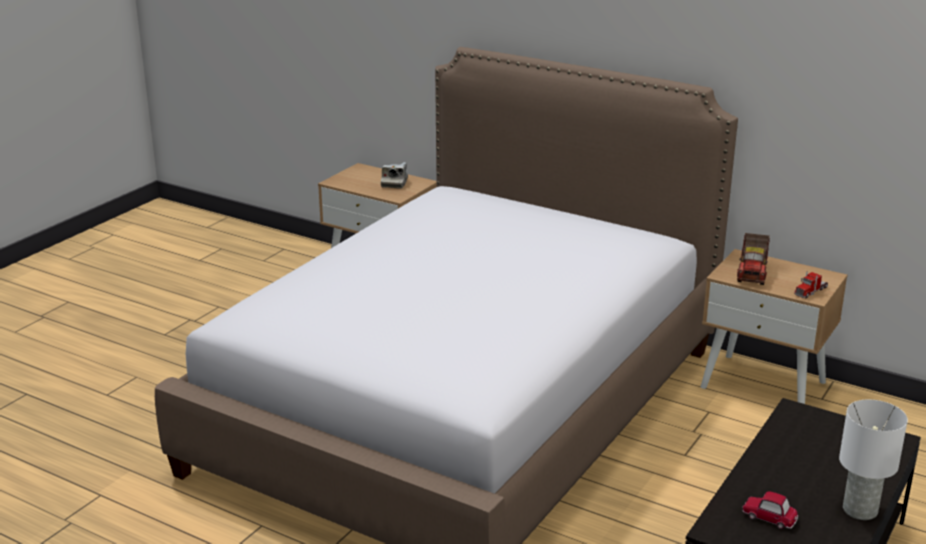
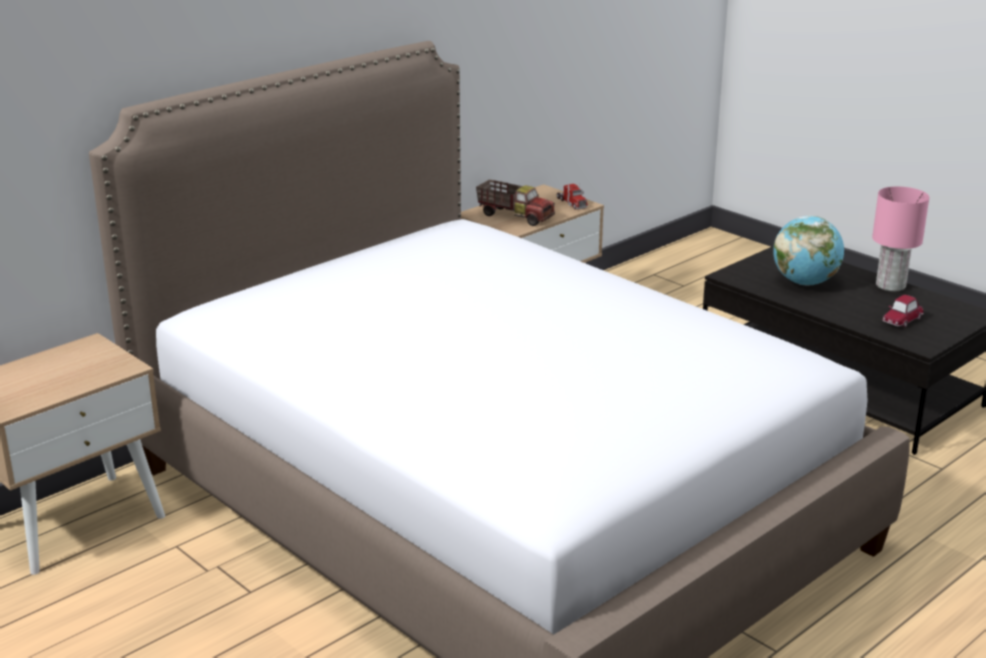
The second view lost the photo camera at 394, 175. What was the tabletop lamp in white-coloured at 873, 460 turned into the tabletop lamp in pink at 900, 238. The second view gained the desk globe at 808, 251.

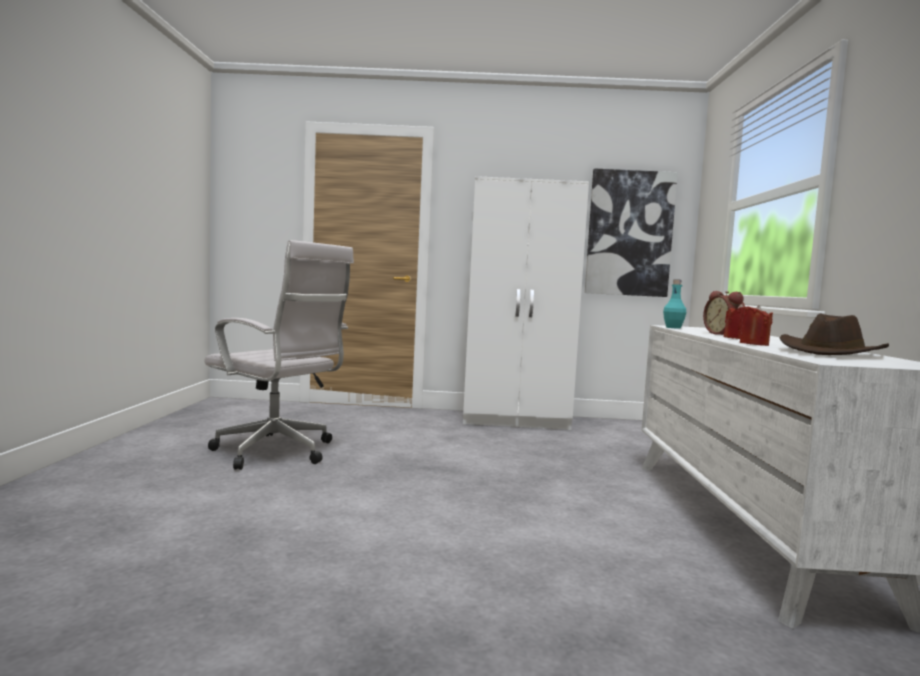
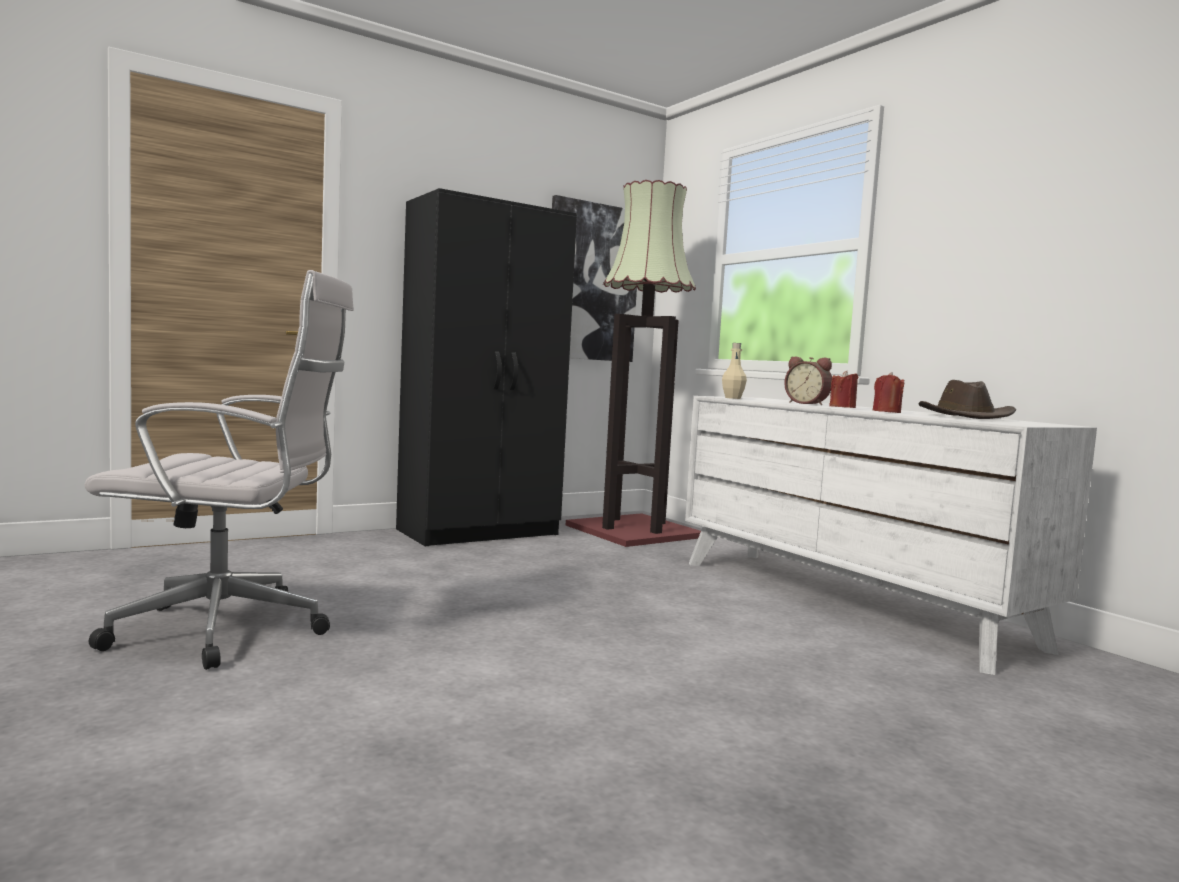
What was the wardrobe in white-coloured at 526, 303 turned into the wardrobe in black-coloured at 486, 367. What was the beverage bottle in turquoise at 674, 304 turned into the beverage bottle in beige at 734, 371. The second view gained the standard lamp at 633, 363.

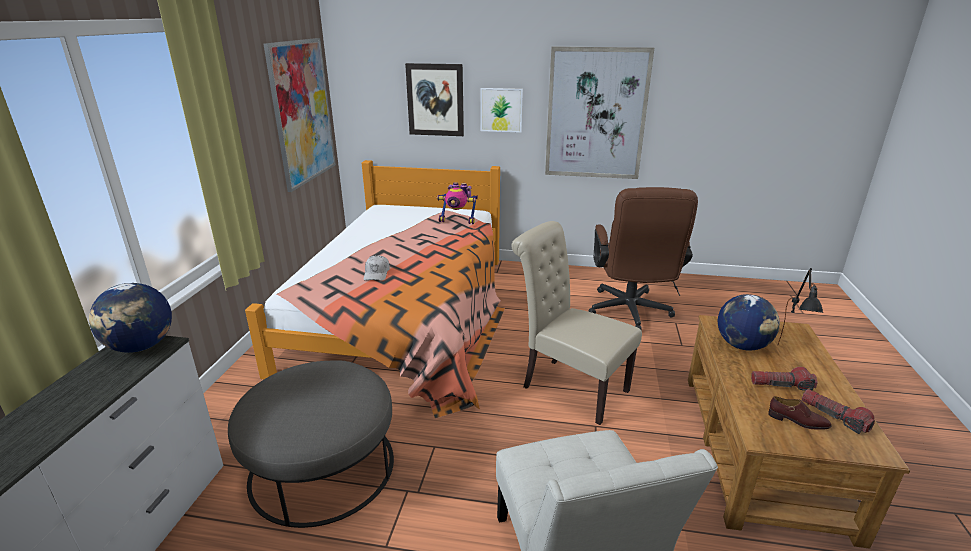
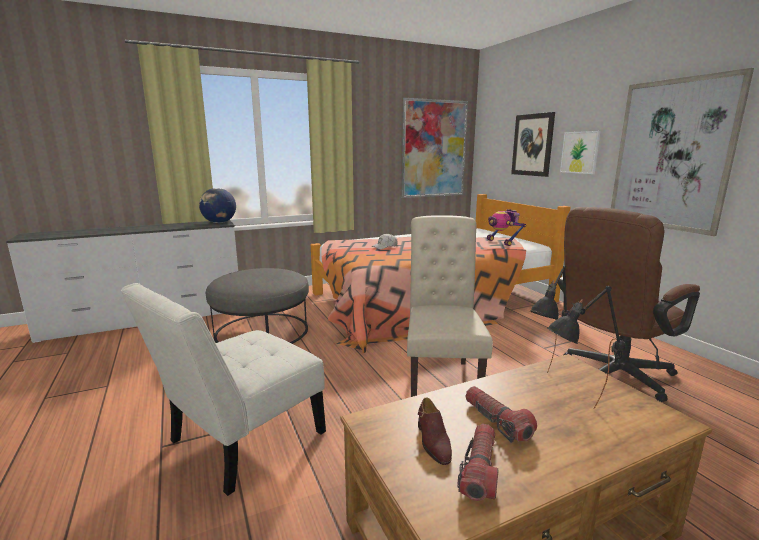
Where the desk globe stood at 749, 322, the tabletop lamp in black-coloured came to stand at 549, 319.

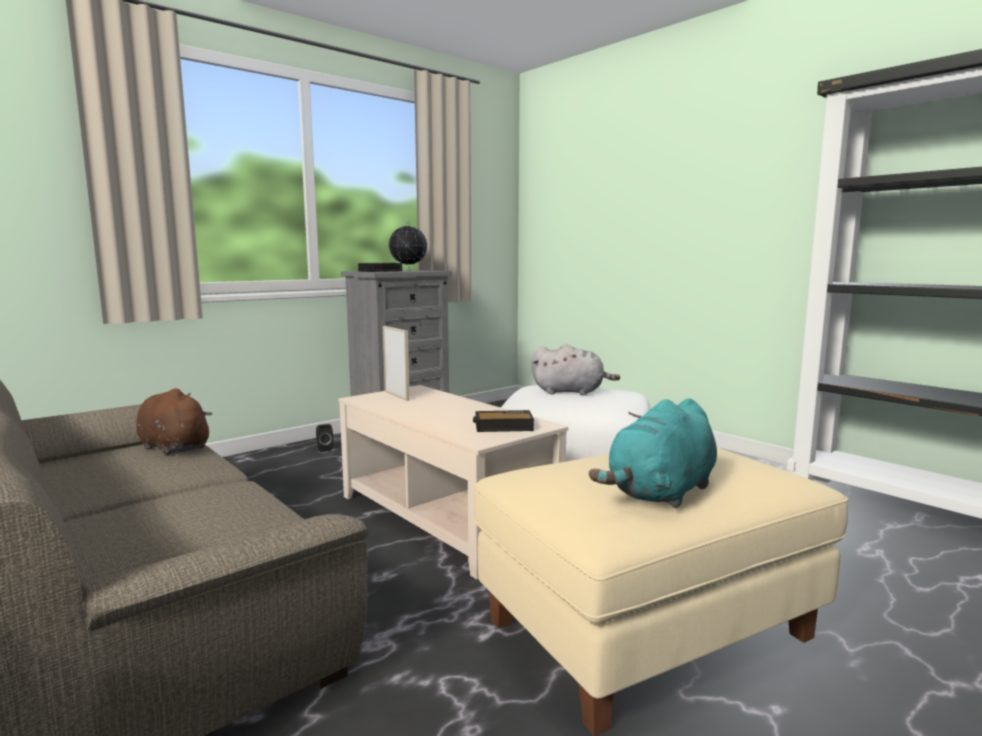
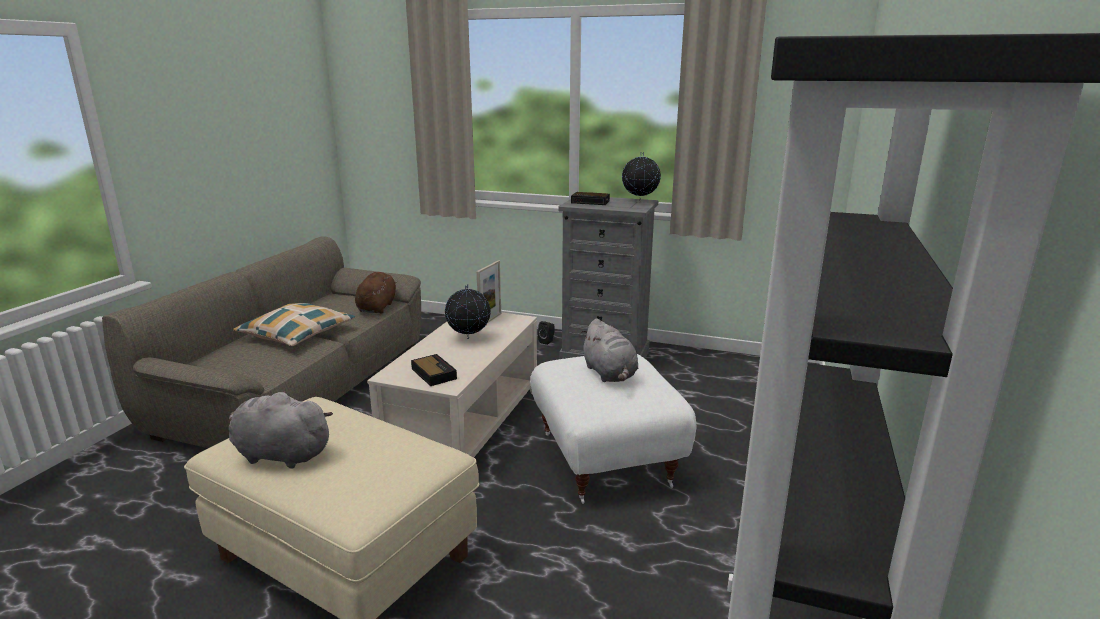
What was the soft toy in turquoise at 653, 453 turned into the soft toy in gray at 281, 429. The second view gained the cushion at 294, 324. The second view gained the desk globe at 468, 311.

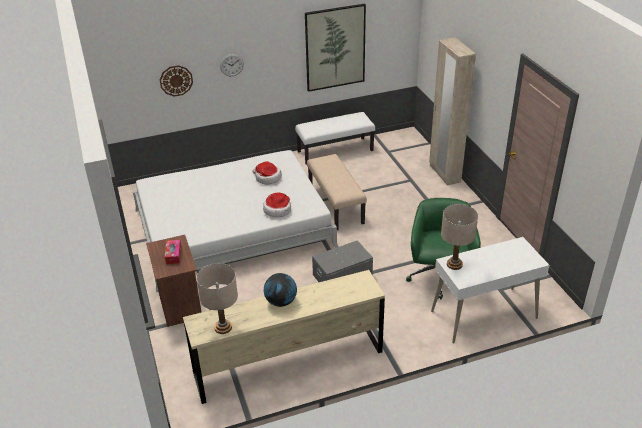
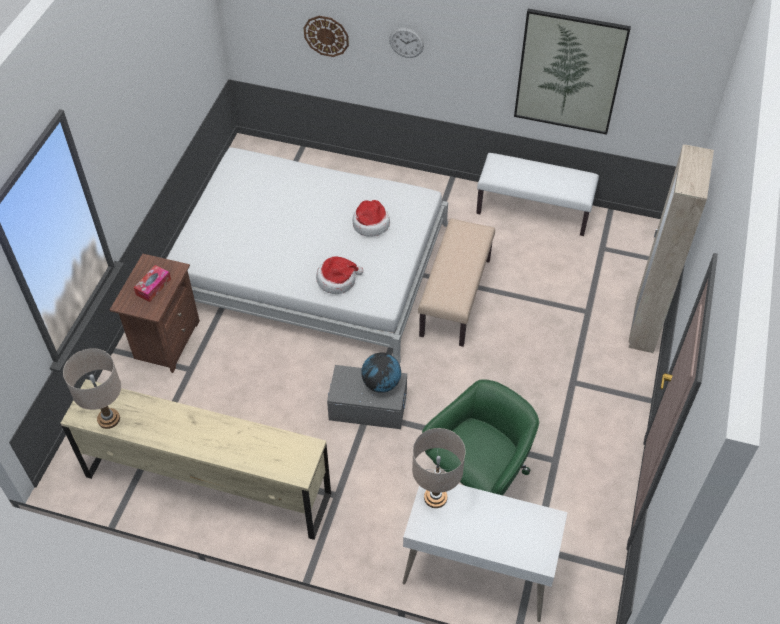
The desk globe ended up elsewhere, having gone from 280, 290 to 381, 373.

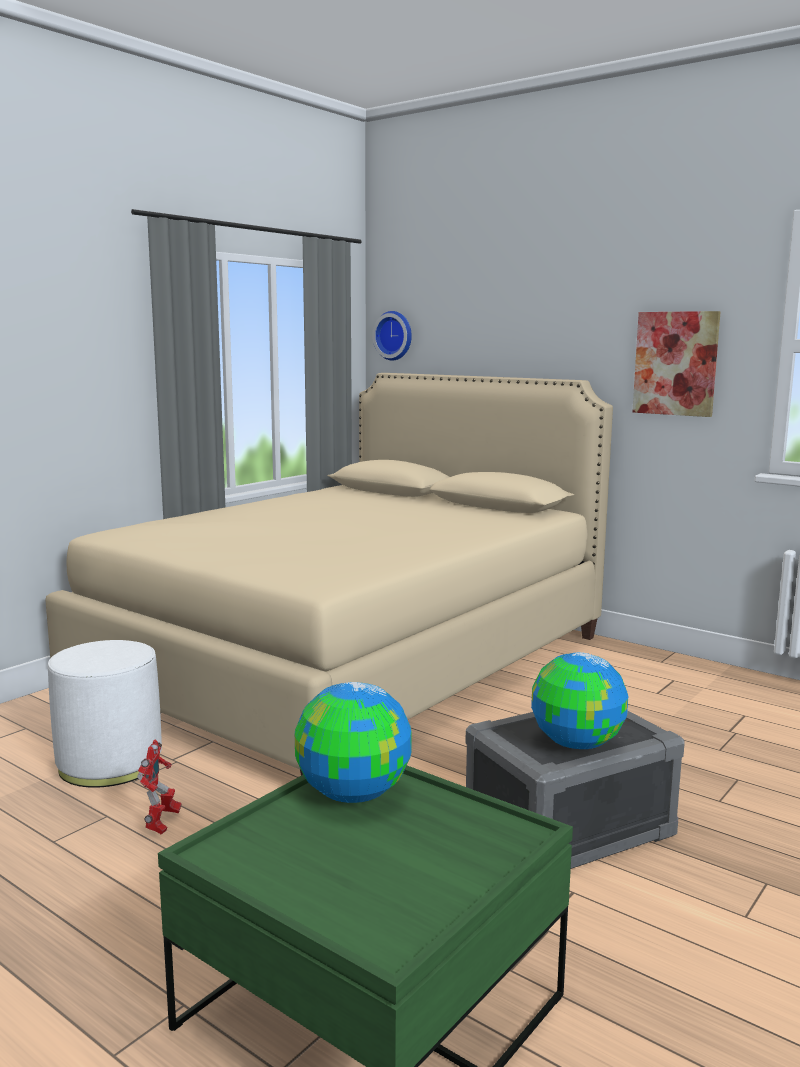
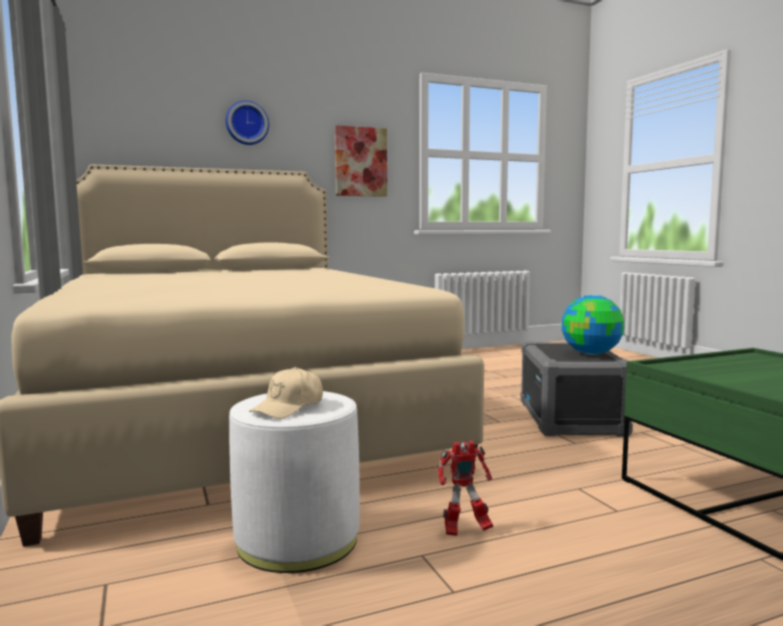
The model robot at 159, 787 ended up facing another way, 135 degrees clockwise from before. The second view lost the desk globe at 353, 742. The hanging clock ended up elsewhere, having gone from 392, 336 to 247, 122. The second view gained the cap in beige at 286, 393.

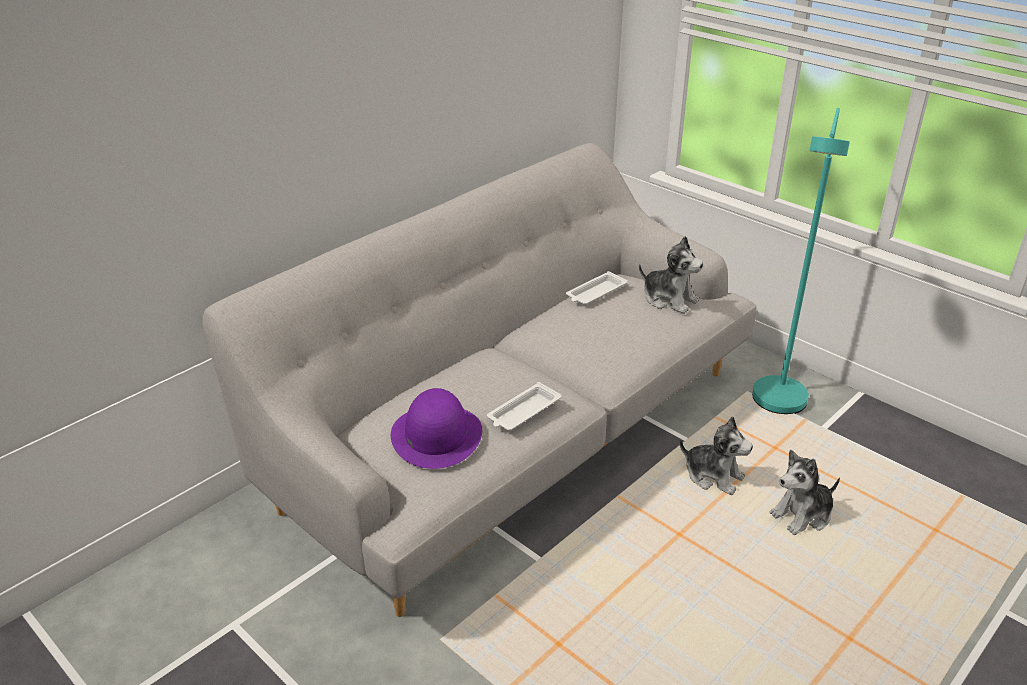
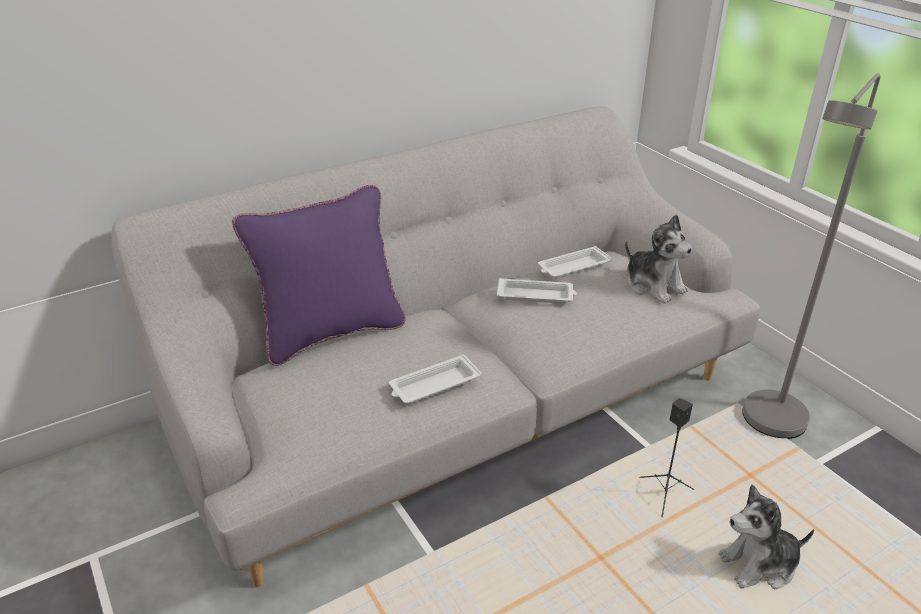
The second view lost the wearable hat in purple at 436, 428. Where the soft toy stood at 716, 455, the speaker in black-coloured came to stand at 667, 457. What was the standard lamp in turquoise at 801, 261 turned into the standard lamp in gray at 811, 256. The second view gained the cushion in purple at 318, 275. The second view gained the serving tray in white-coloured at 537, 291.

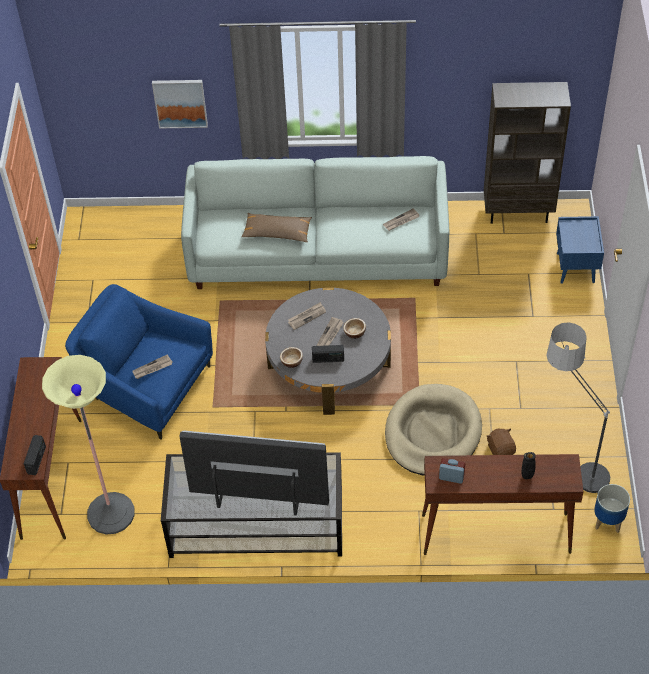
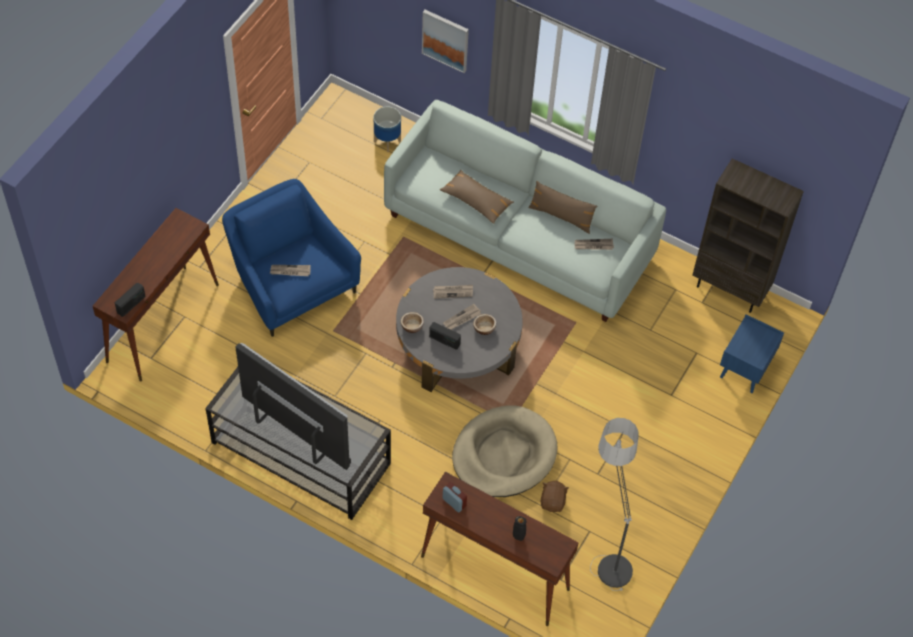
The second view lost the standard lamp at 88, 445. The plant pot ended up elsewhere, having gone from 612, 508 to 387, 129. The second view gained the cushion in brownish at 562, 207.

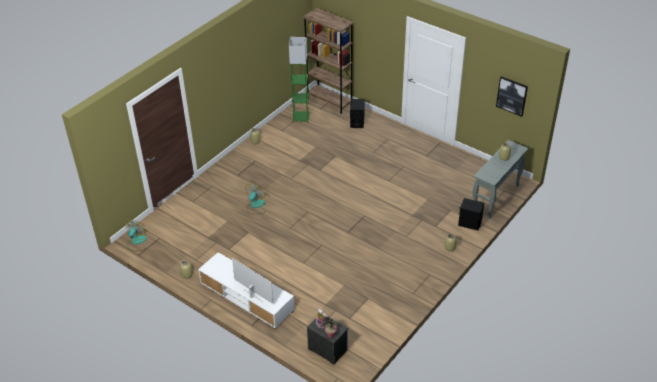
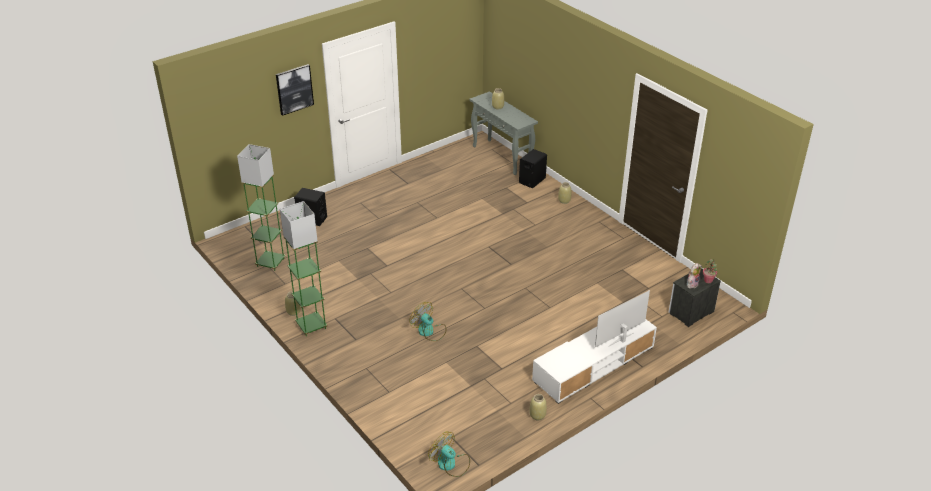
The second view lost the bookcase in brownish at 328, 61. The picture ended up elsewhere, having gone from 512, 96 to 295, 90. The second view gained the standard lamp in green at 303, 268.

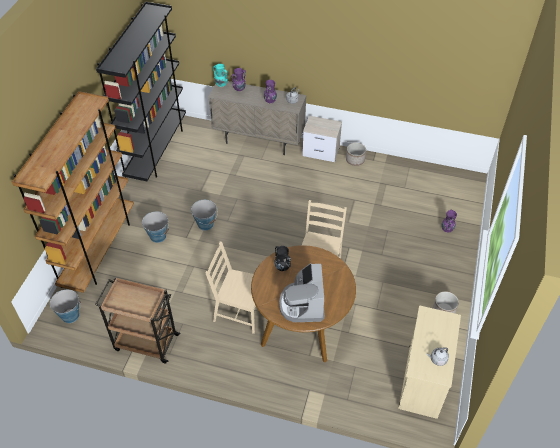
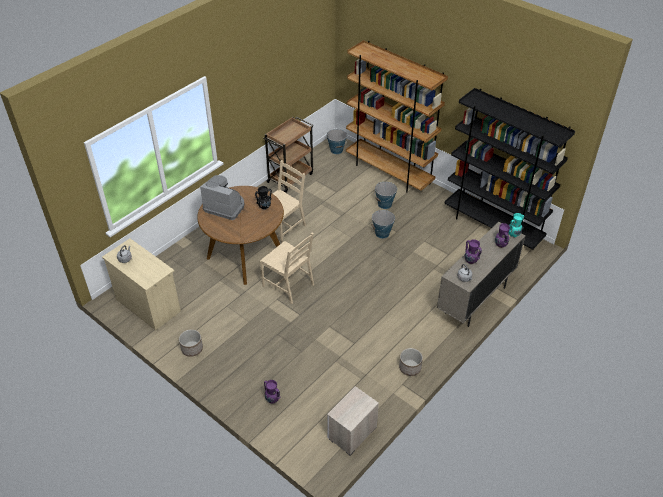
The nightstand ended up elsewhere, having gone from 322, 139 to 353, 420.

